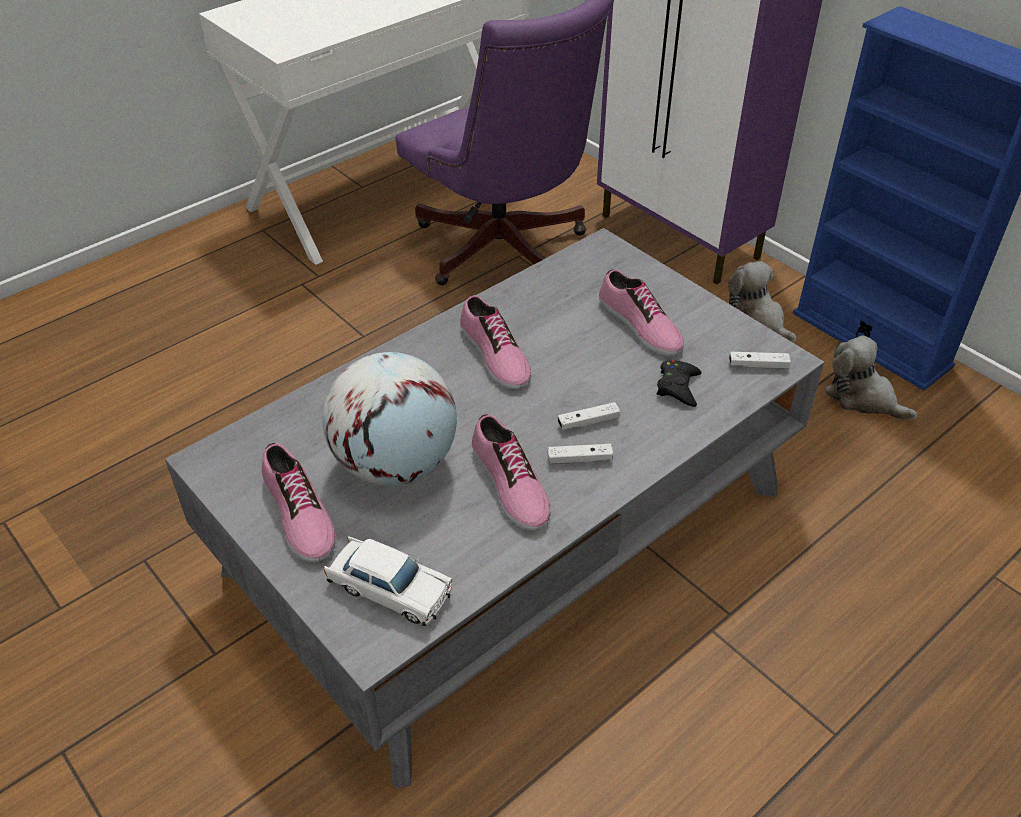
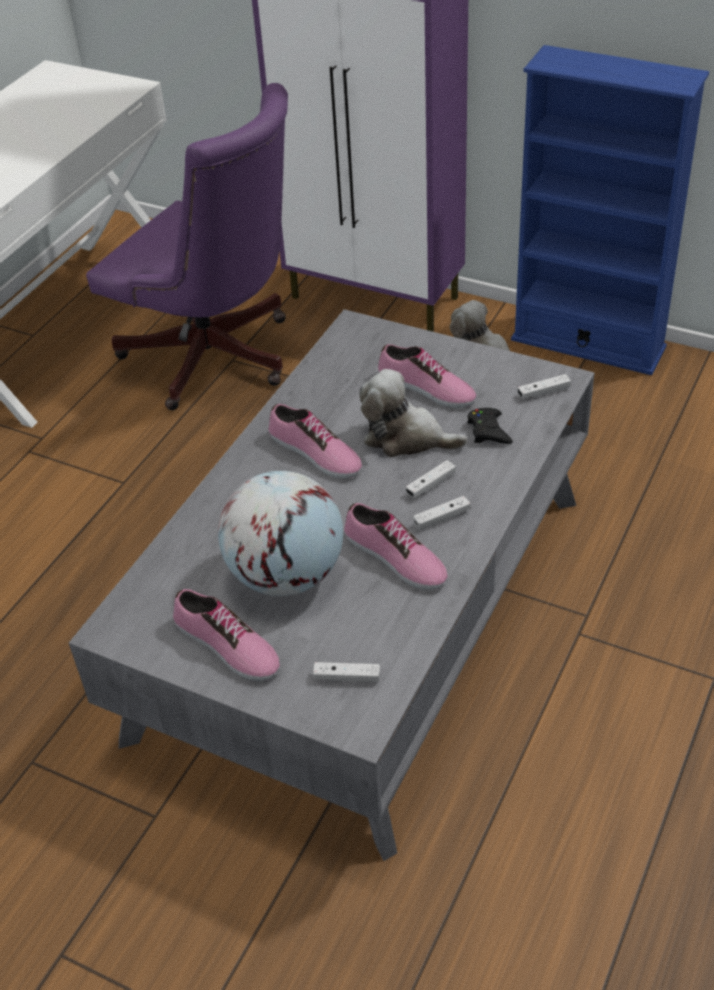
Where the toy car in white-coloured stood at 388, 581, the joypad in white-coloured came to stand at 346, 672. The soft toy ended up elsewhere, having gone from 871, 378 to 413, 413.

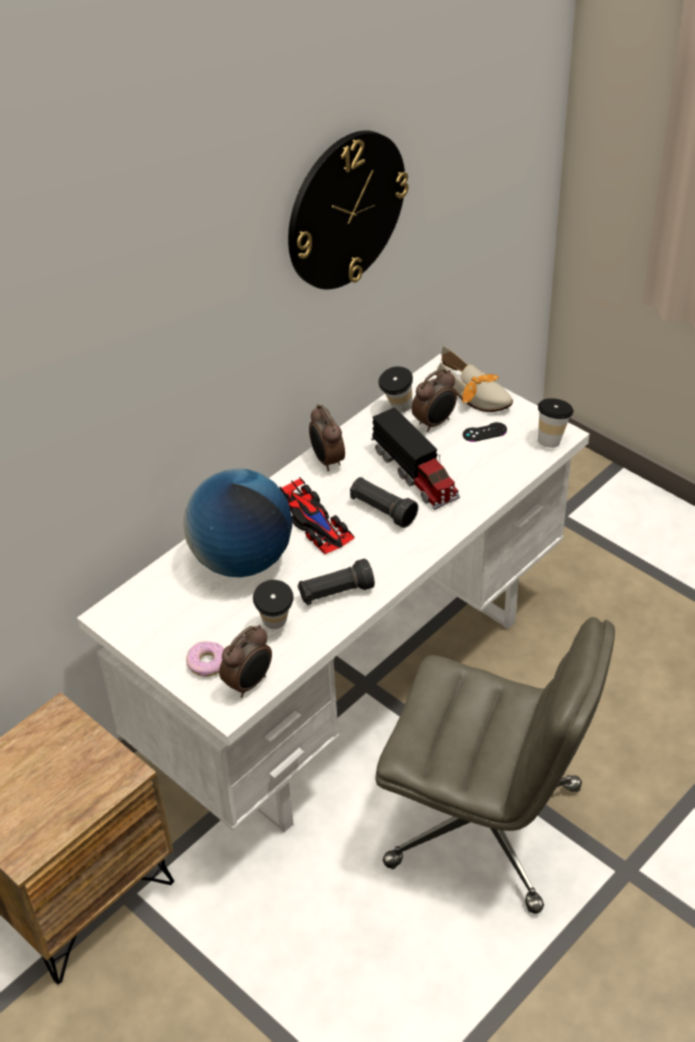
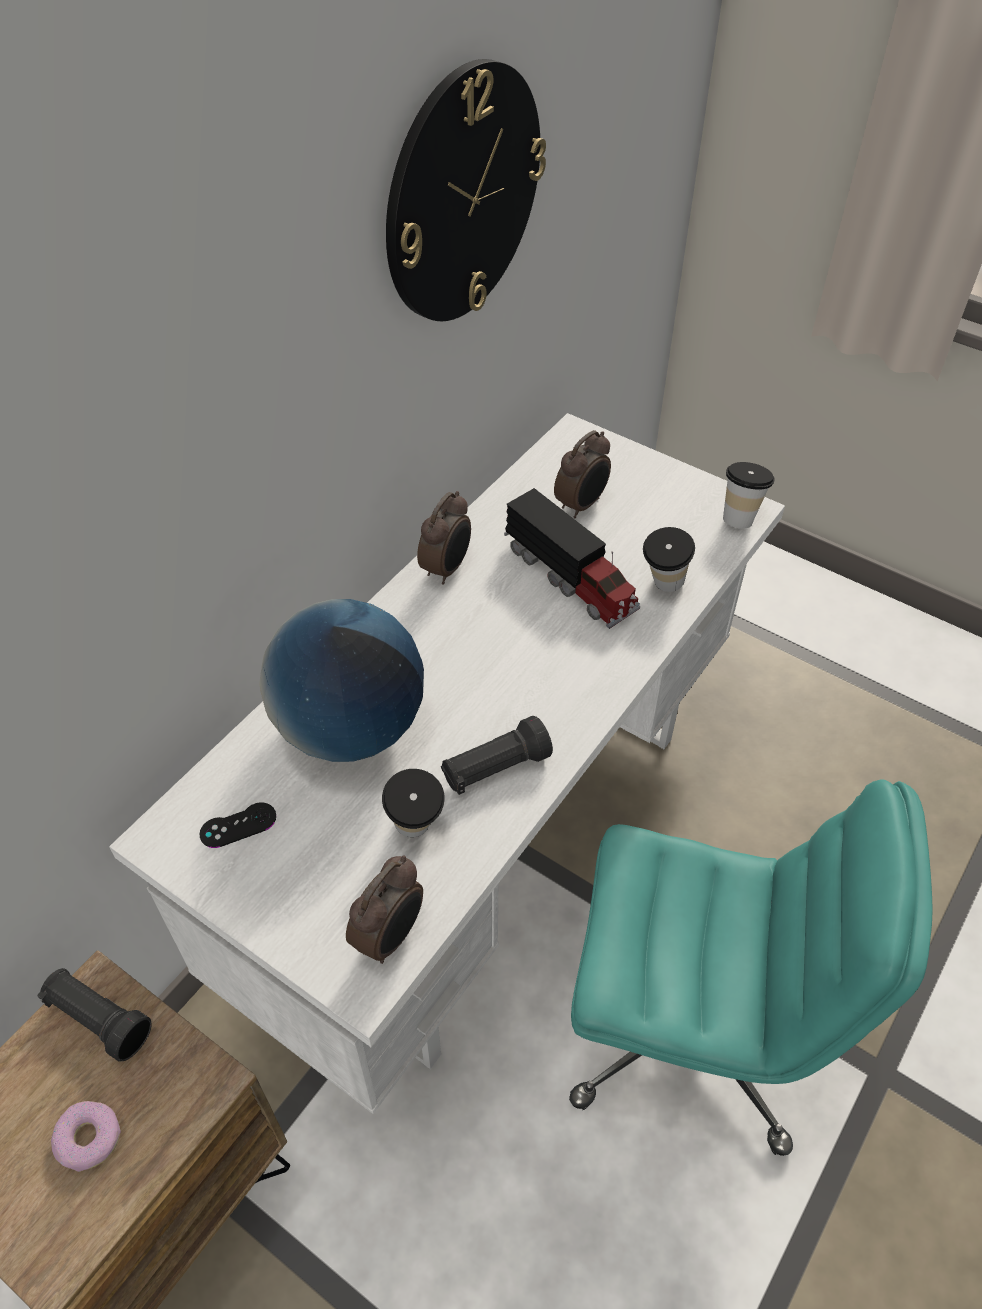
The donut ended up elsewhere, having gone from 205, 659 to 86, 1136. The second view lost the toy car at 317, 515. The table clock at 327, 437 ended up facing another way, 120 degrees counterclockwise from before. The torch in black-coloured ended up elsewhere, having gone from 384, 502 to 94, 1015. What was the computer chair in gray at 495, 765 turned into the computer chair in turquoise at 751, 967. The small cup ended up elsewhere, having gone from 395, 389 to 669, 559. The second view lost the shoe at 474, 378. The joypad in black-coloured ended up elsewhere, having gone from 485, 432 to 237, 825.

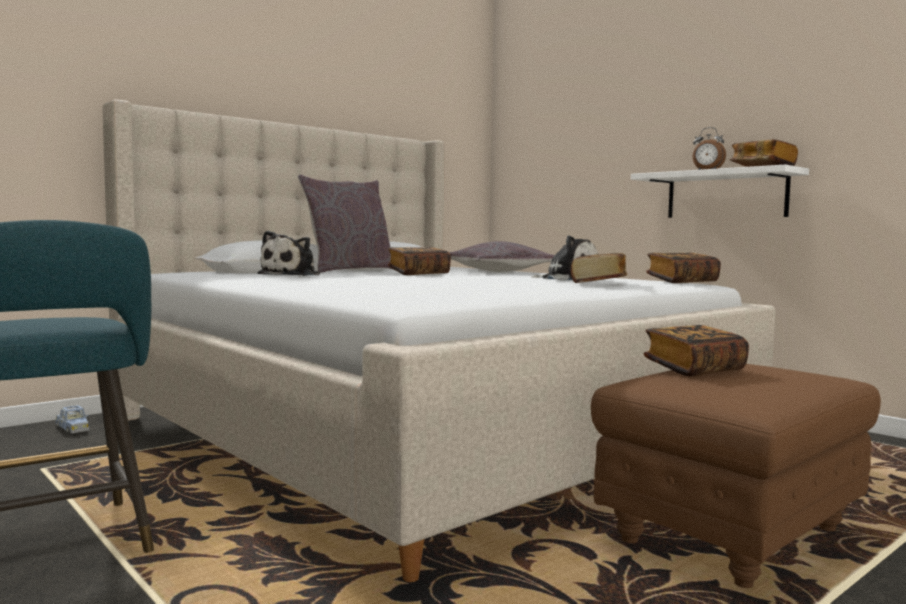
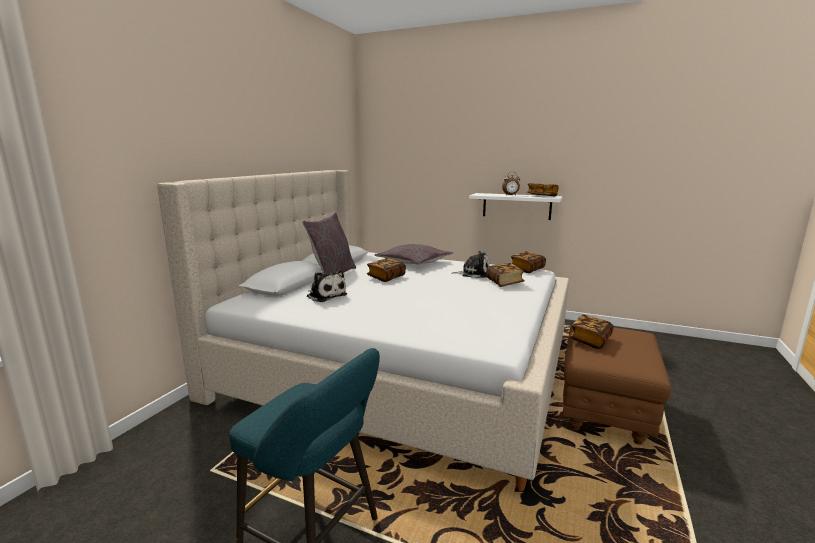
The second view lost the toy car in blue at 72, 419. The soft toy at 288, 253 ended up facing another way, 45 degrees counterclockwise from before.

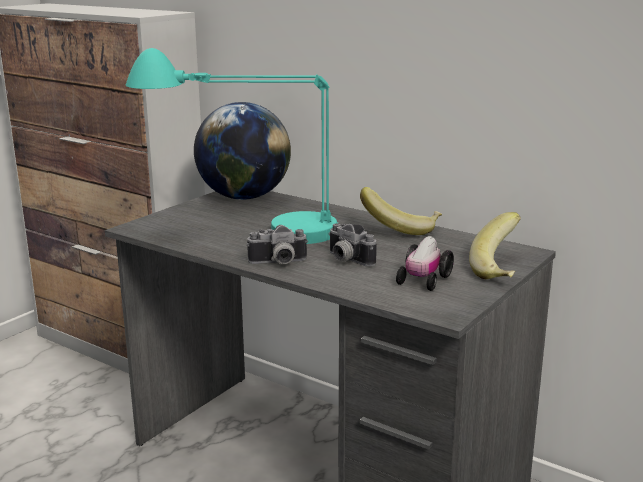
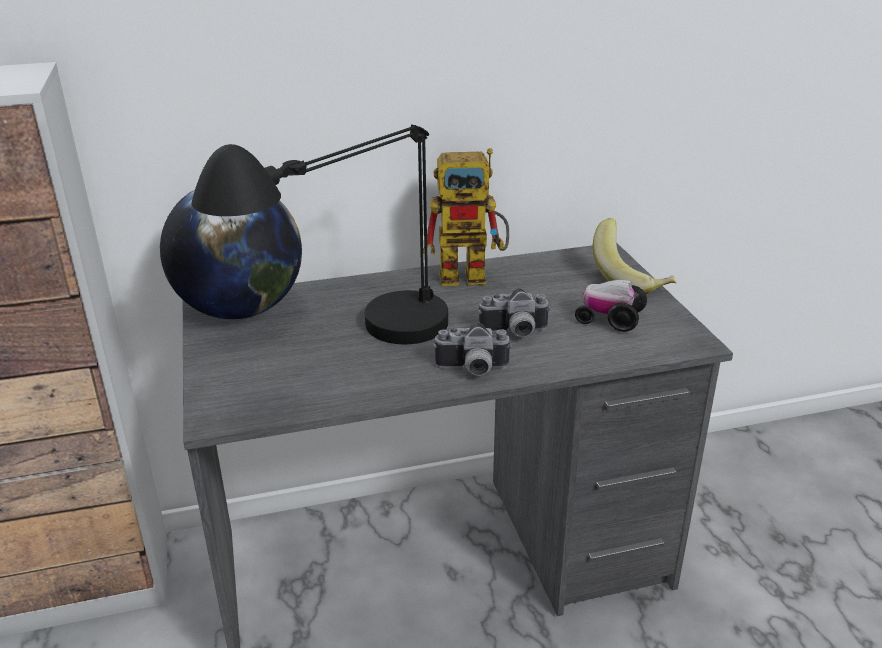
What was the tabletop lamp in turquoise at 232, 146 turned into the tabletop lamp in black-coloured at 319, 234. The photo camera at 277, 244 ended up facing another way, 60 degrees clockwise from before. Where the banana fruit stood at 401, 211, the model robot came to stand at 466, 217. The toy car at 425, 263 ended up facing another way, 135 degrees clockwise from before.

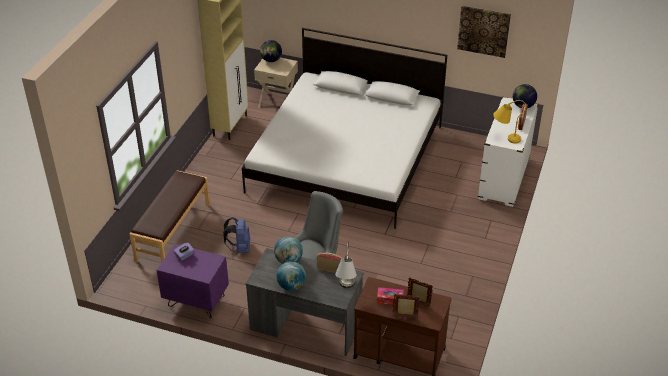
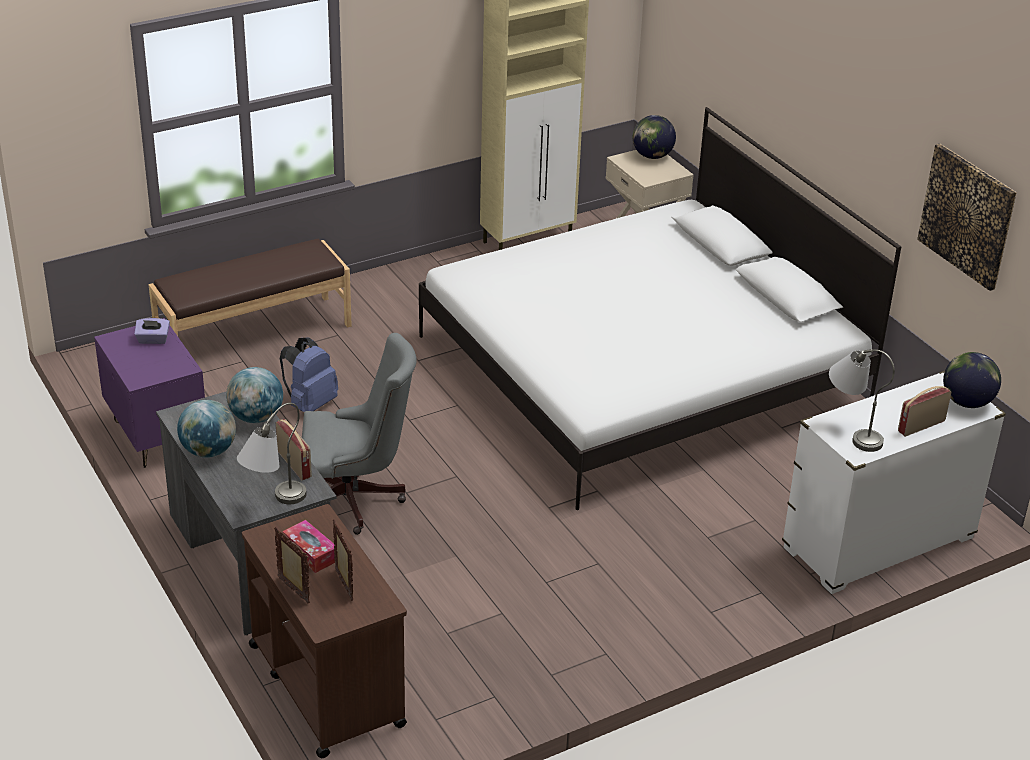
What was the tabletop lamp in yellowish at 509, 122 turned into the tabletop lamp in gray at 862, 400.

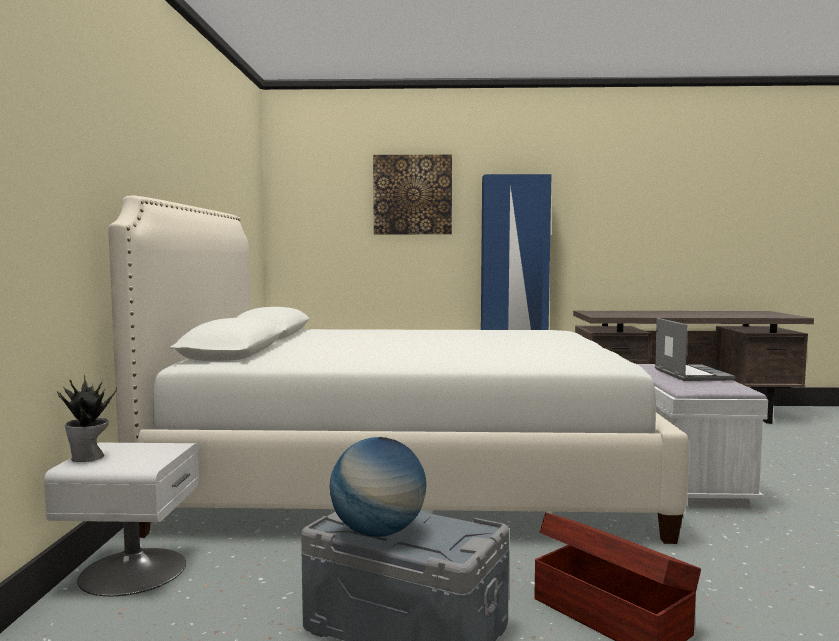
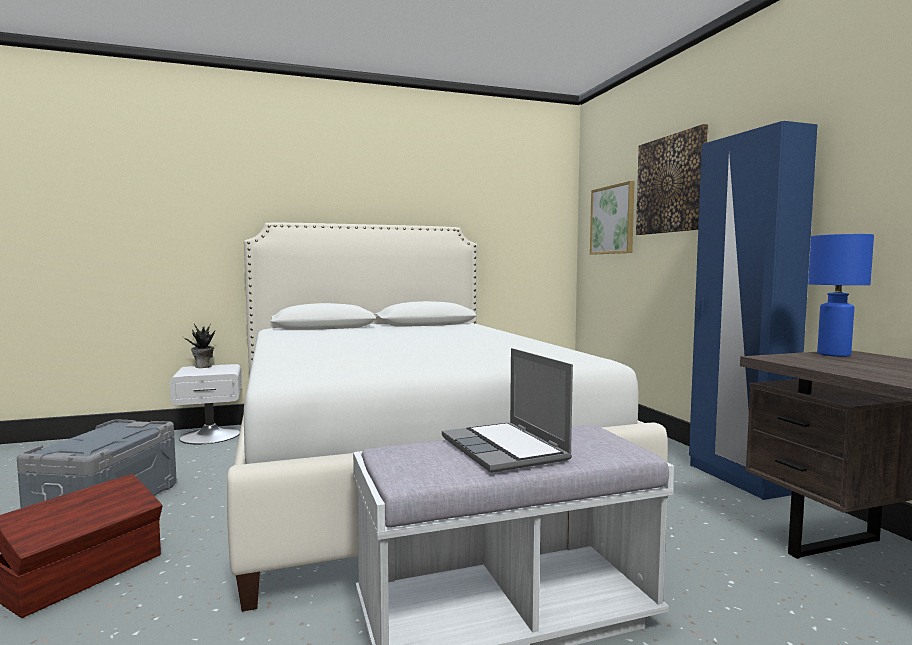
The second view lost the desk globe at 378, 487. The portable computer at 695, 349 ended up facing another way, 90 degrees clockwise from before. The second view gained the picture at 612, 218. The second view gained the tabletop lamp in blue at 841, 295.

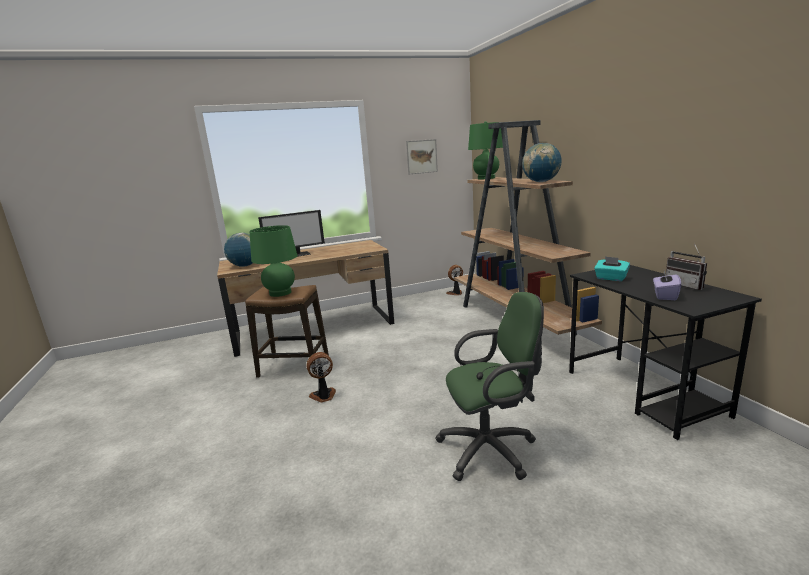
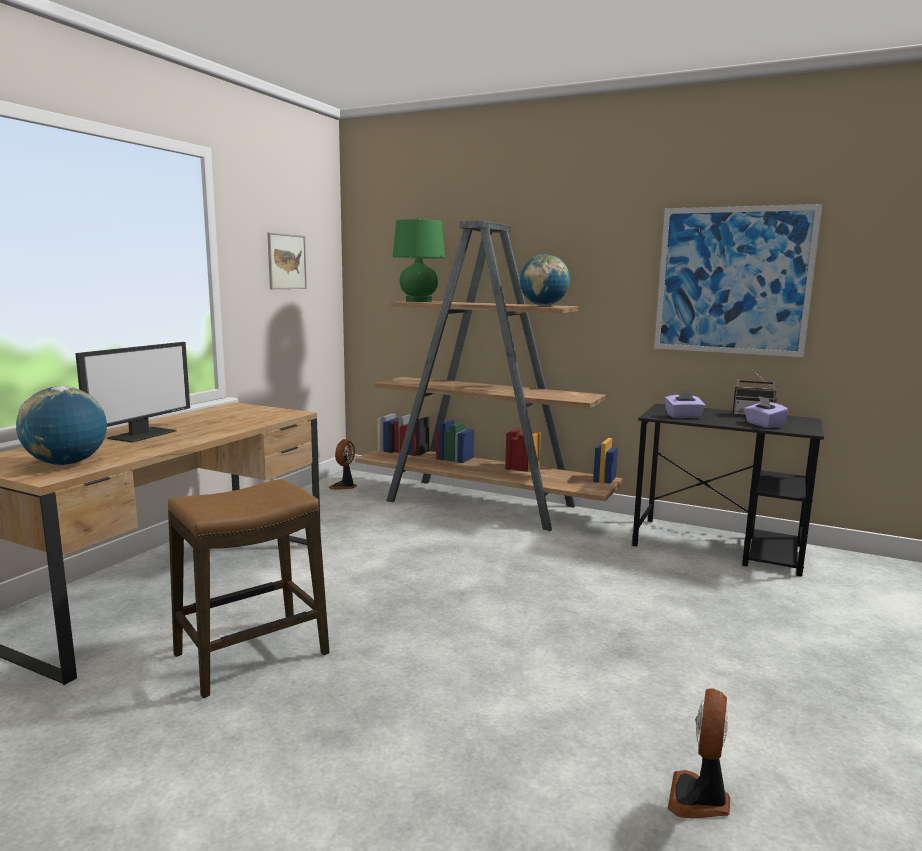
The second view lost the tabletop lamp in green at 273, 261. The fan ended up elsewhere, having gone from 321, 377 to 699, 753. The second view lost the computer chair in green at 489, 386. What was the tissue holder in turquoise at 612, 268 turned into the tissue holder in purple at 685, 404. The second view gained the picture at 738, 280.

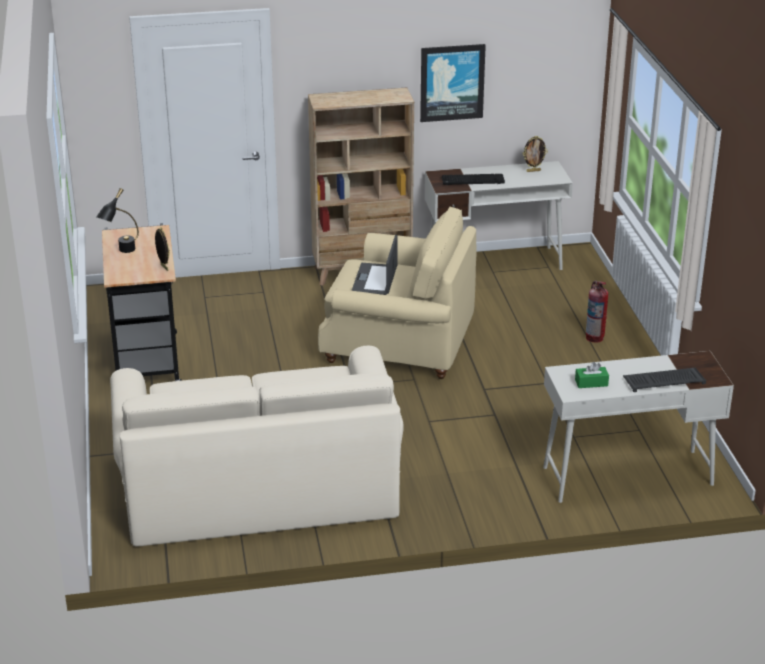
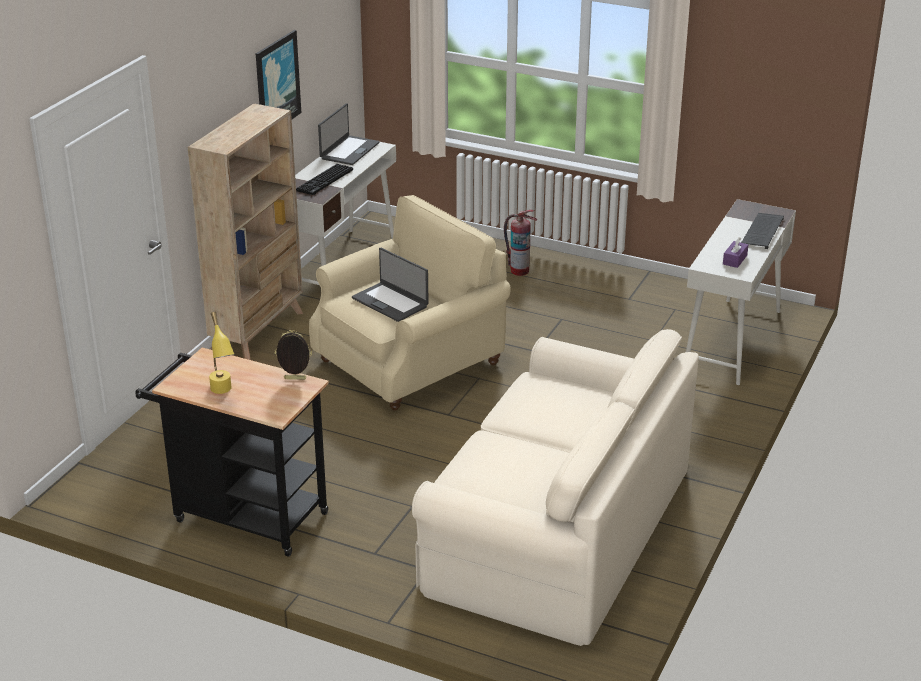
What was the tabletop lamp in black-coloured at 117, 220 turned into the tabletop lamp in yellowish at 221, 353. Where the picture frame stood at 535, 154, the portable computer came to stand at 348, 134. What was the tissue holder in green at 592, 375 turned into the tissue holder in purple at 735, 252.

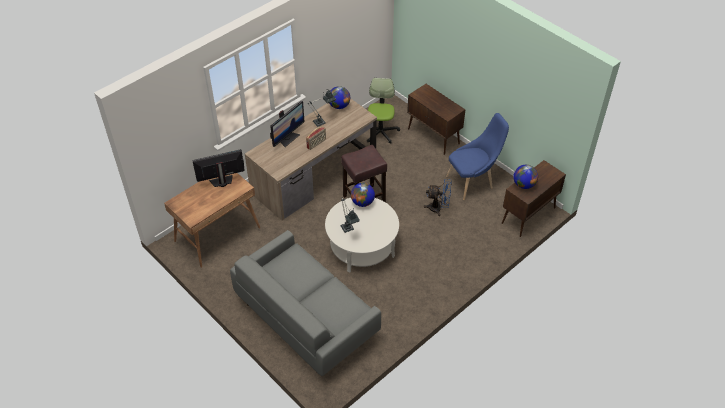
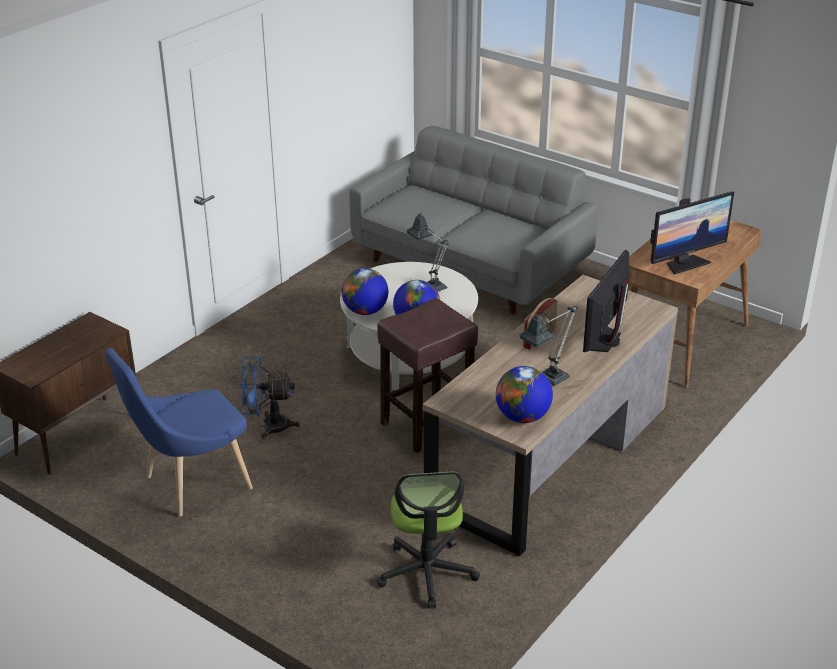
The second view lost the storage cabinet in brownish at 436, 119. The desk globe ended up elsewhere, having gone from 525, 177 to 365, 291.

